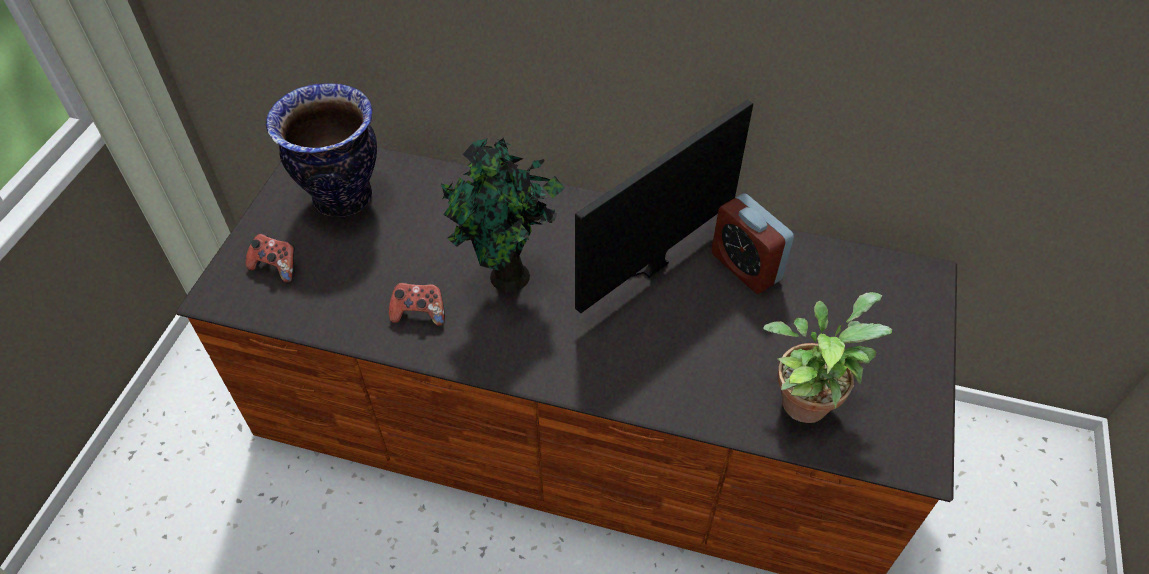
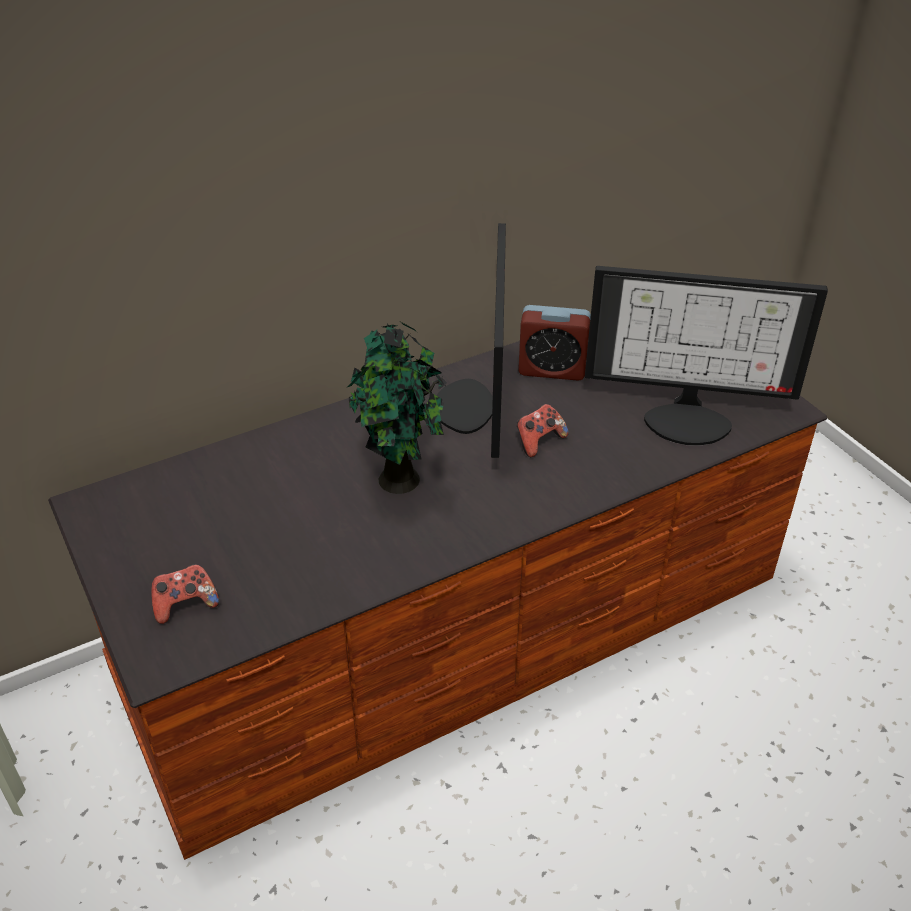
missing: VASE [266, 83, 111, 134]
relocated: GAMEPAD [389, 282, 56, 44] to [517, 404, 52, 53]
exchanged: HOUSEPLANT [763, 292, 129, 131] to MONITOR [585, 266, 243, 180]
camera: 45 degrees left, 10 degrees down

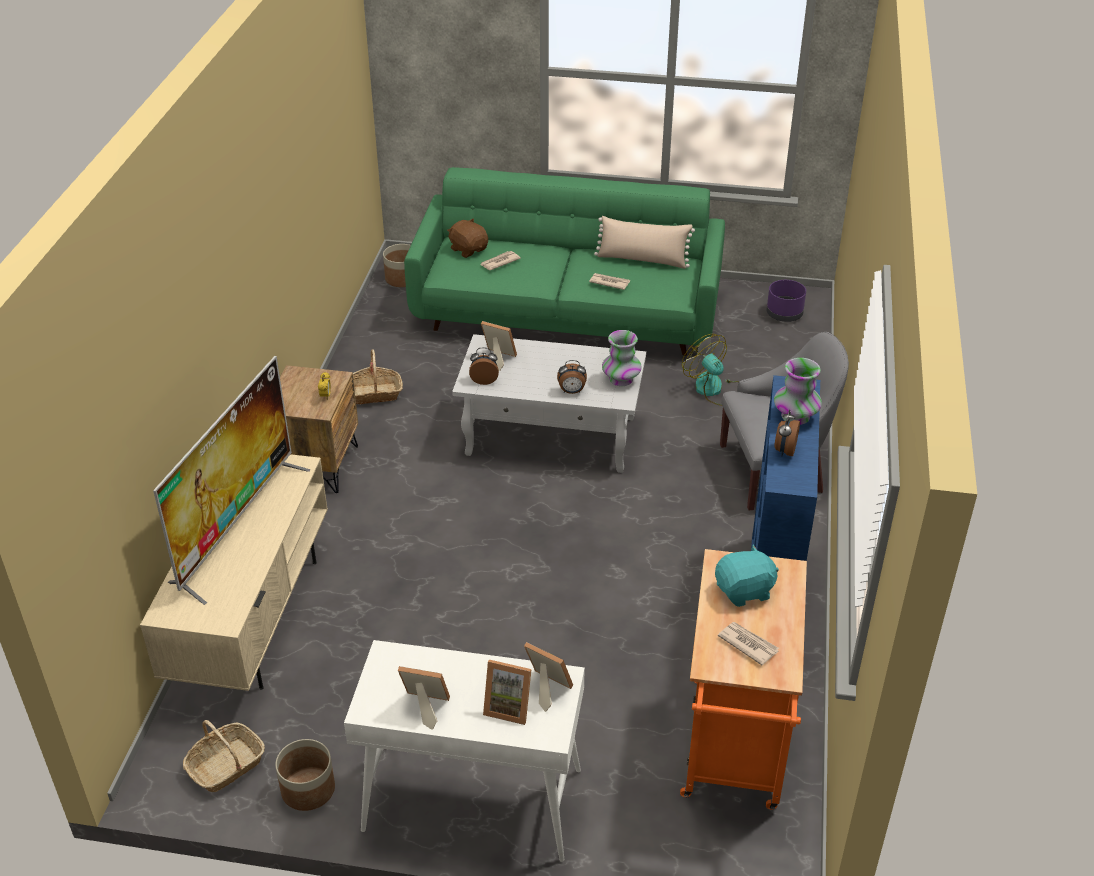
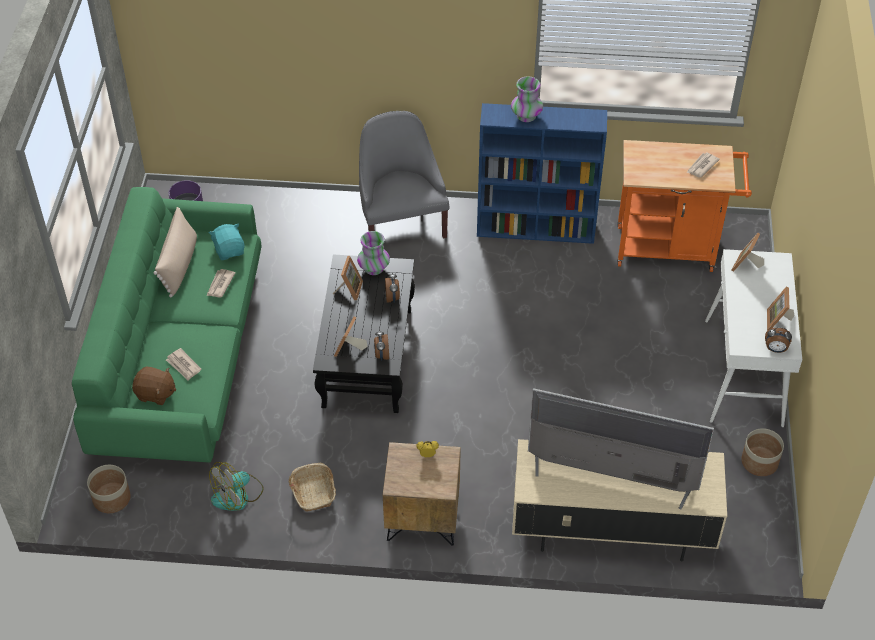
missing: HOUSEHOLD BASKET [183, 720, 82, 72]
relocated: PICTURE FRAME [483, 659, 48, 66] to [333, 256, 30, 44]; COOLING FAN [682, 334, 57, 72] to [209, 462, 55, 49]; TURQUOISE-COLOURED SOFT TOY [715, 544, 64, 63] to [209, 223, 35, 37]; BEDSIDE CLOCK [774, 410, 26, 47] to [765, 327, 27, 26]
colour: WHITE-COLOURED COFFEE TABLE [452, 334, 194, 139] to BLACK-COLOURED COFFEE TABLE [313, 254, 102, 159]
spun: BROWNISH SOFT TOY [447, 218, 41, 40] = [132, 367, 44, 38] 120 degrees counterclockwise
camera: 95 degrees left, 10 degrees up

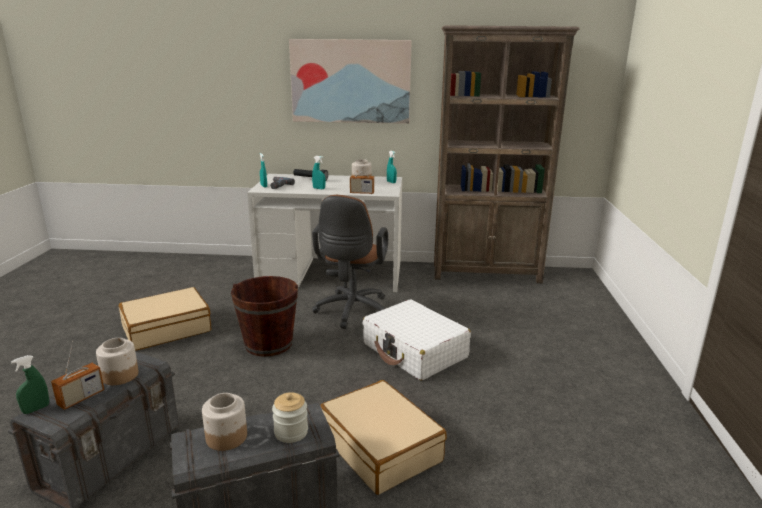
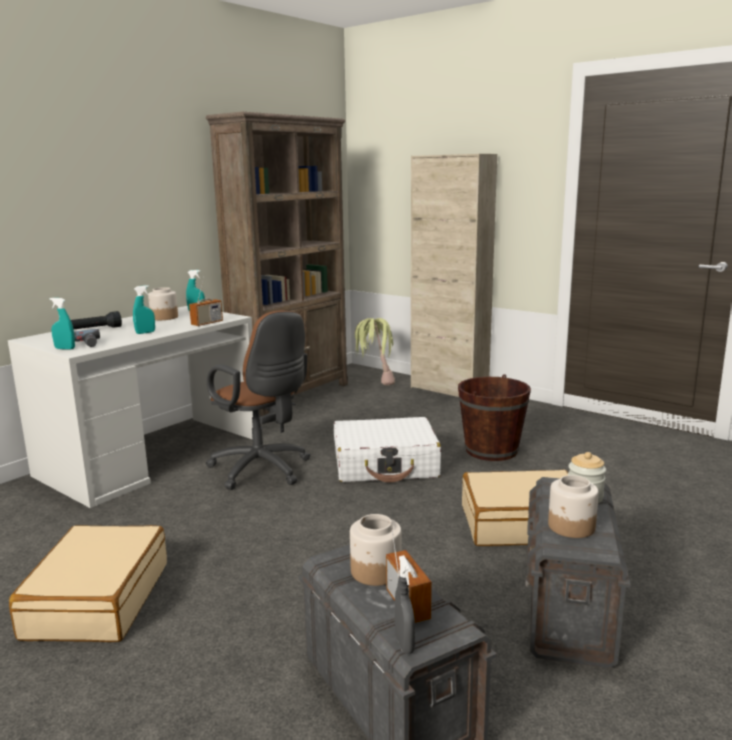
missing: PICTURE [289, 39, 123, 85]
appeared: HOUSEPLANT [355, 318, 41, 68]; BEIGE-COLOURED CABINET [411, 154, 86, 243]
relocated: BROWNISH PAIL [231, 276, 67, 81] to [458, 374, 73, 87]
colour: GREEN HAND SPRAYER [11, 355, 38, 59] to GRAY HAND SPRAYER [395, 555, 20, 99]
camera: 55 degrees left, 5 degrees down

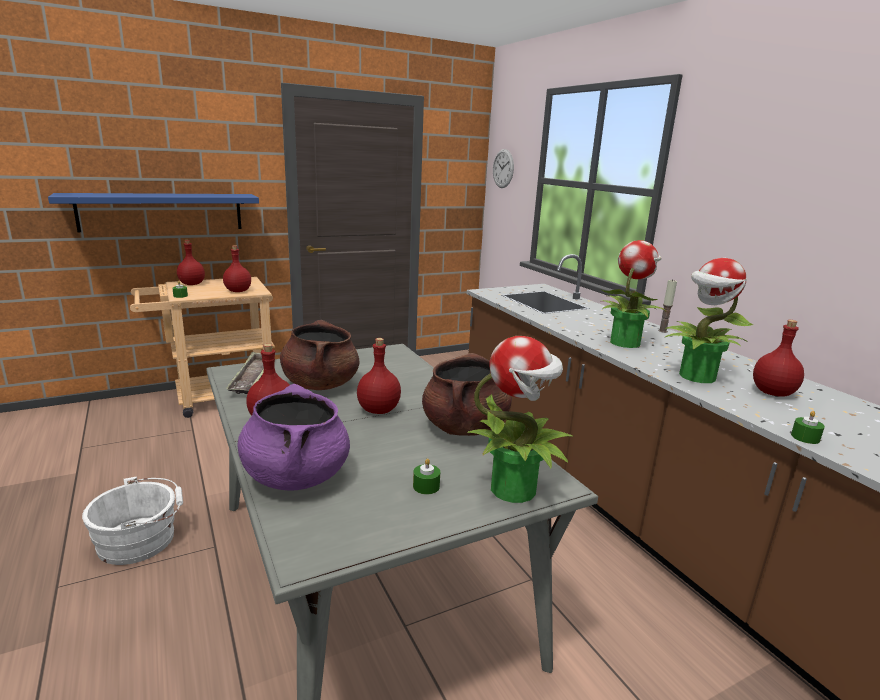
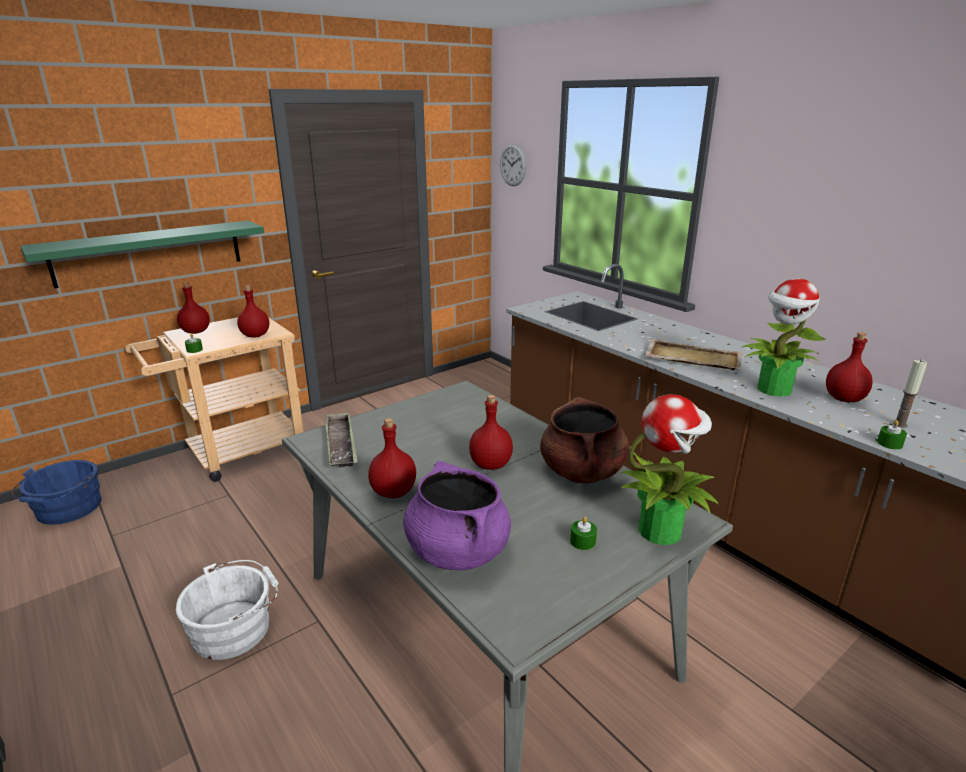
missing: BROWNISH STOCKPOT [280, 320, 79, 70]
appeared: BLUE PAIL [11, 460, 90, 65]
relocated: WAX CANDLE [658, 279, 19, 54] to [893, 359, 34, 69]
exchanged: HOUSEPLANT [602, 240, 64, 108] to BEIGE-COLOURED SERVING TRAY [644, 338, 98, 32]
colour: BLUE WALL SHELF [48, 193, 211, 39] to GREEN WALL SHELF [20, 220, 244, 69]
camera: 10 degrees left, 5 degrees up

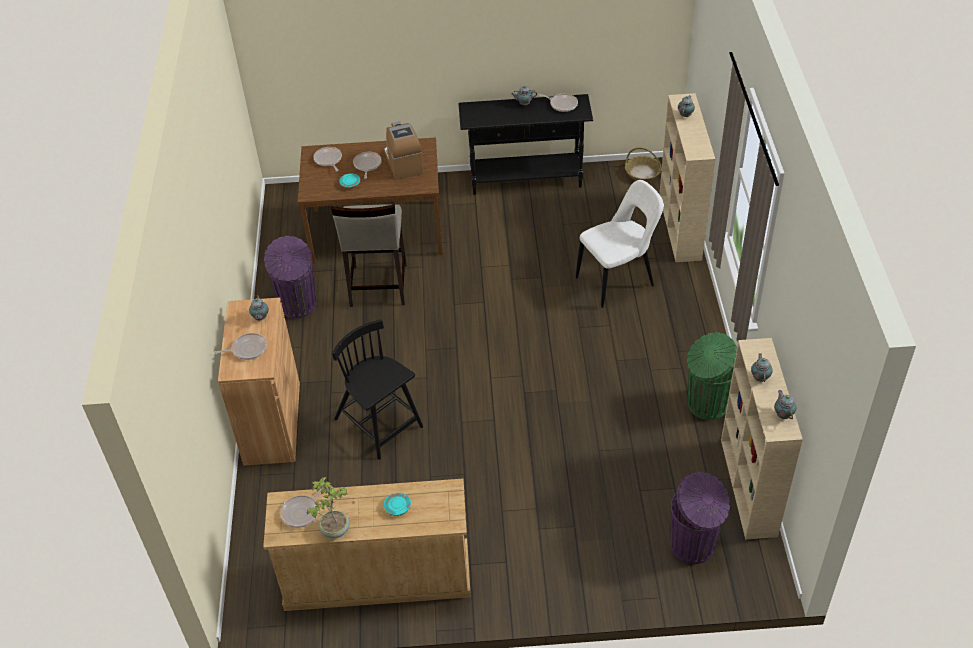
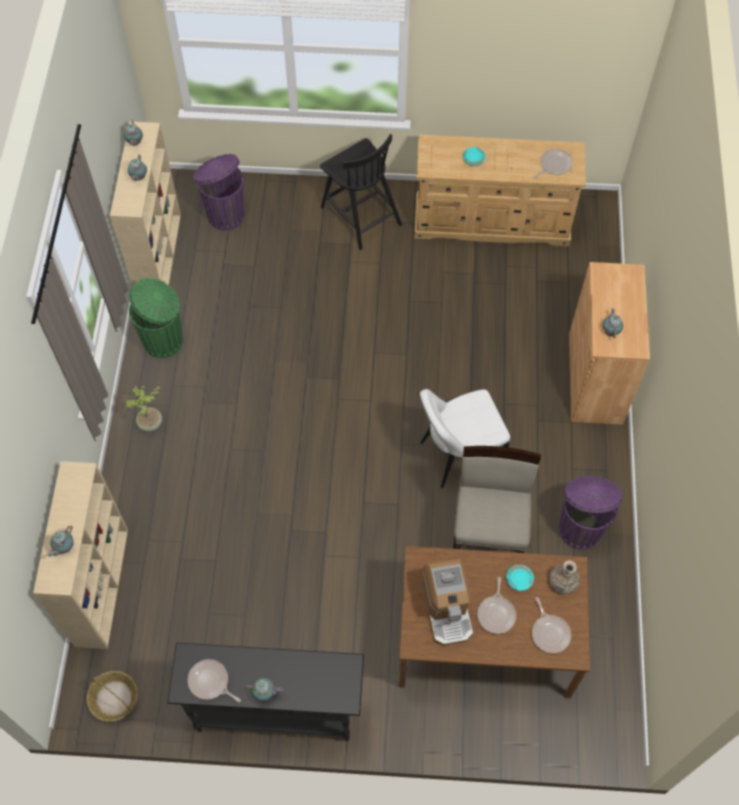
missing: FRYING PAN [214, 333, 53, 27]
appeared: VASE [549, 561, 31, 33]
relocated: HOUSEPLANT [307, 477, 43, 61] to [126, 386, 36, 46]; BLACK-COLOURED UPRIGHT CHAIR [332, 319, 91, 141] to [320, 134, 82, 116]; WHITE-COLOURED UPRIGHT CHAIR [576, 180, 88, 128] to [420, 389, 90, 99]
camera: 175 degrees left, 15 degrees up

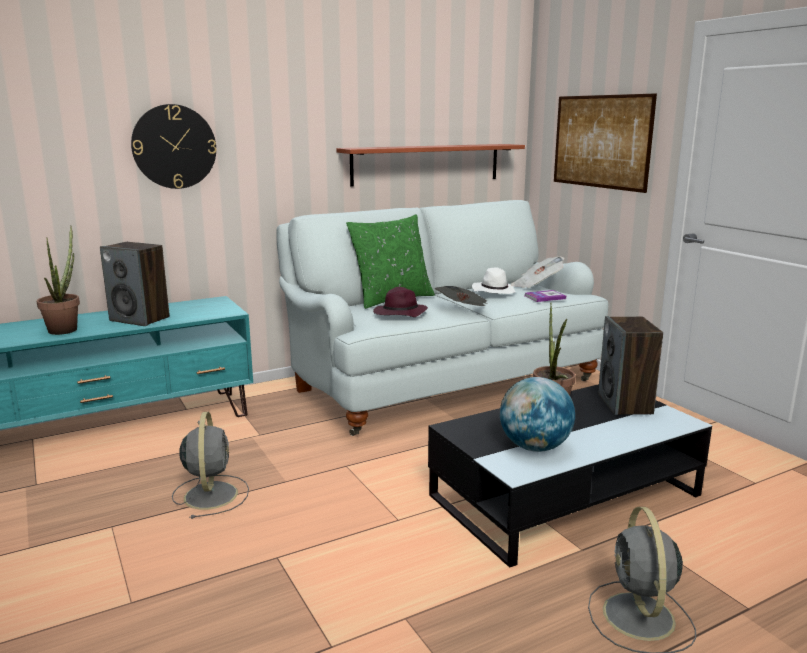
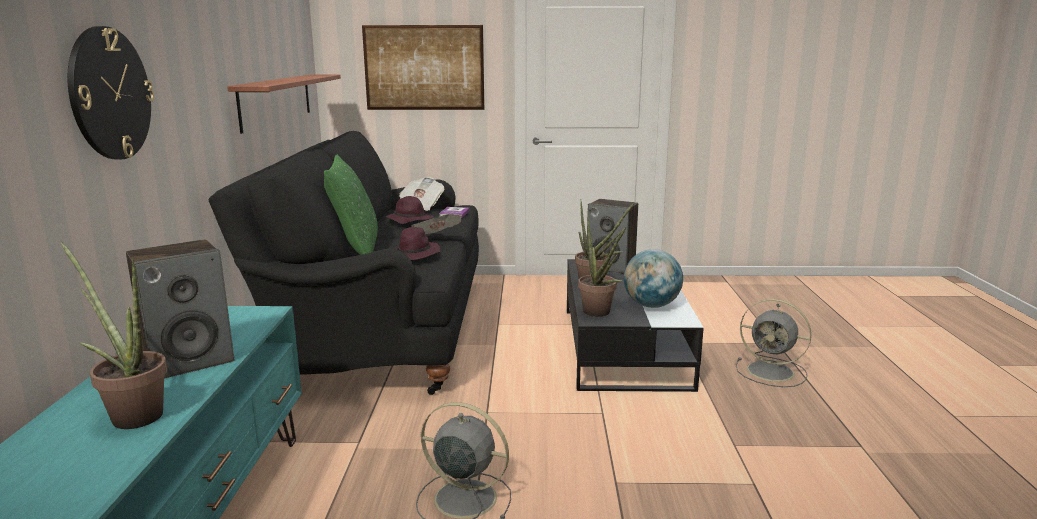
appeared: HOUSEPLANT [578, 216, 49, 101]
colour: WHITE-COLOURED SOFA [276, 200, 332, 236] to BLACK-COLOURED SOFA [208, 131, 271, 264]; WHITE-COLOURED HAT [472, 267, 43, 27] to PURPLISH HAT [386, 196, 48, 28]
camera: 60 degrees left, 0 degrees up

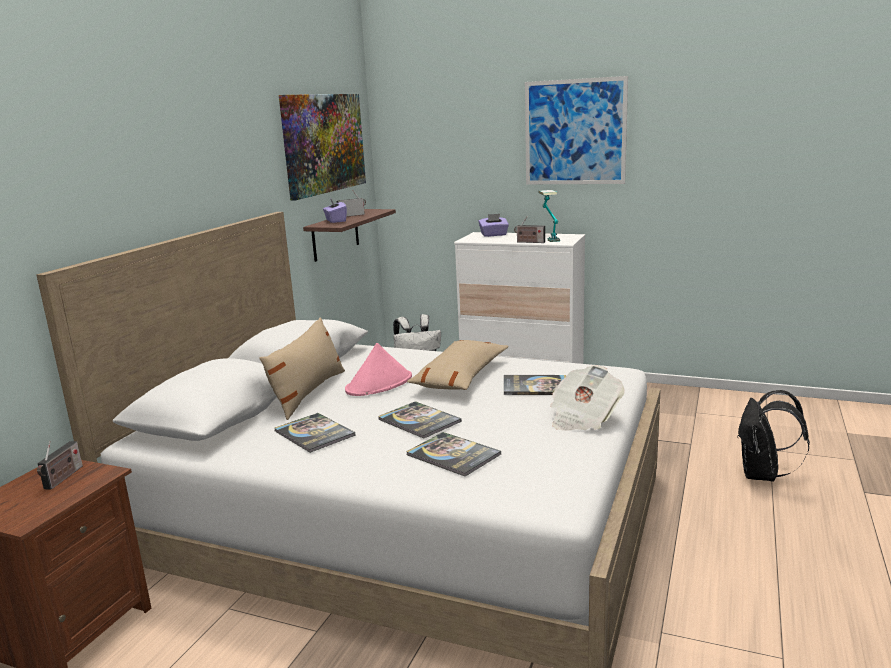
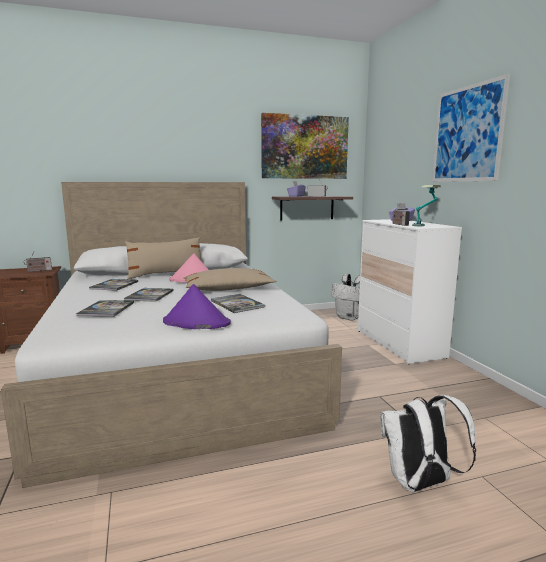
exchanged: PRINTED PAPER [550, 365, 74, 66] to PURPLISH HAT [163, 284, 68, 45]
colour: BLACK-COLOURED RUCKSACK [737, 390, 73, 92] to WHITE-COLOURED RUCKSACK [380, 395, 96, 97]
camera: 50 degrees right, 5 degrees down

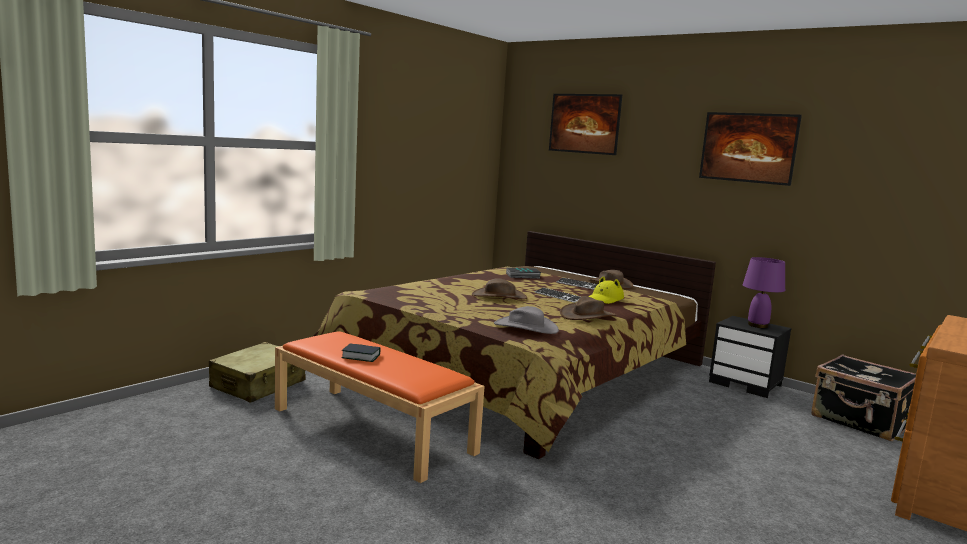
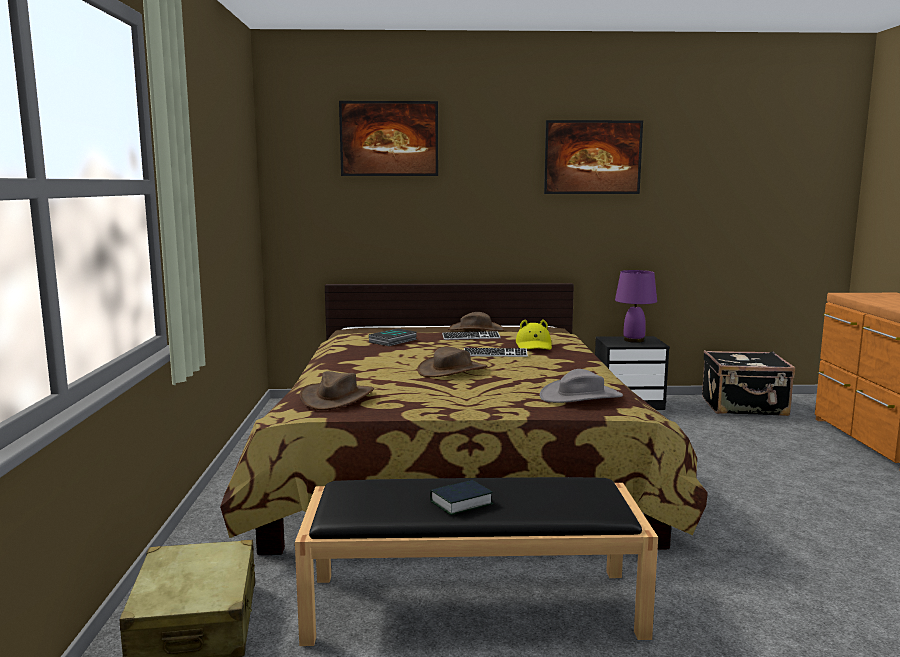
relocated: BROWNISH HAT [560, 296, 56, 24] to [300, 371, 74, 39]
colour: ORANGE LONG SEAT [275, 331, 209, 152] to BLACK-COLOURED LONG SEAT [294, 477, 364, 169]
camera: 40 degrees left, 0 degrees up

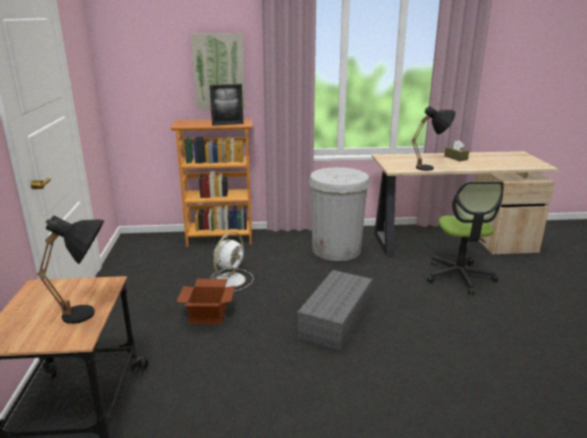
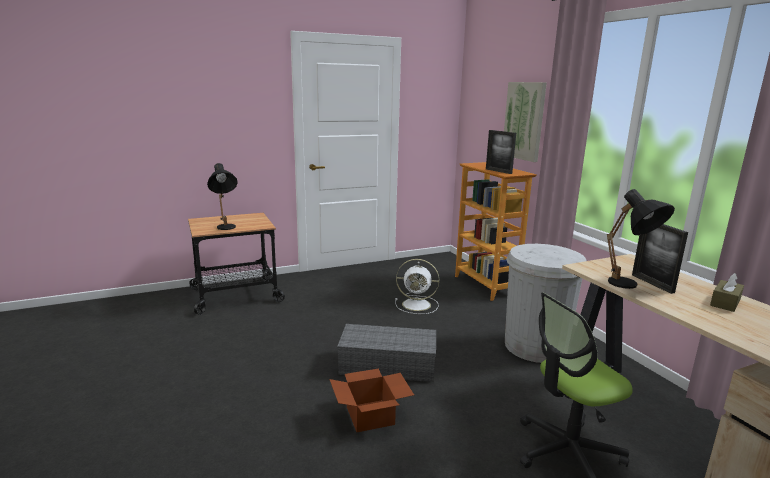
appeared: PICTURE FRAME [632, 224, 56, 70]
relocated: CARTON [176, 279, 59, 45] to [329, 368, 85, 64]
camera: 70 degrees right, 5 degrees down

